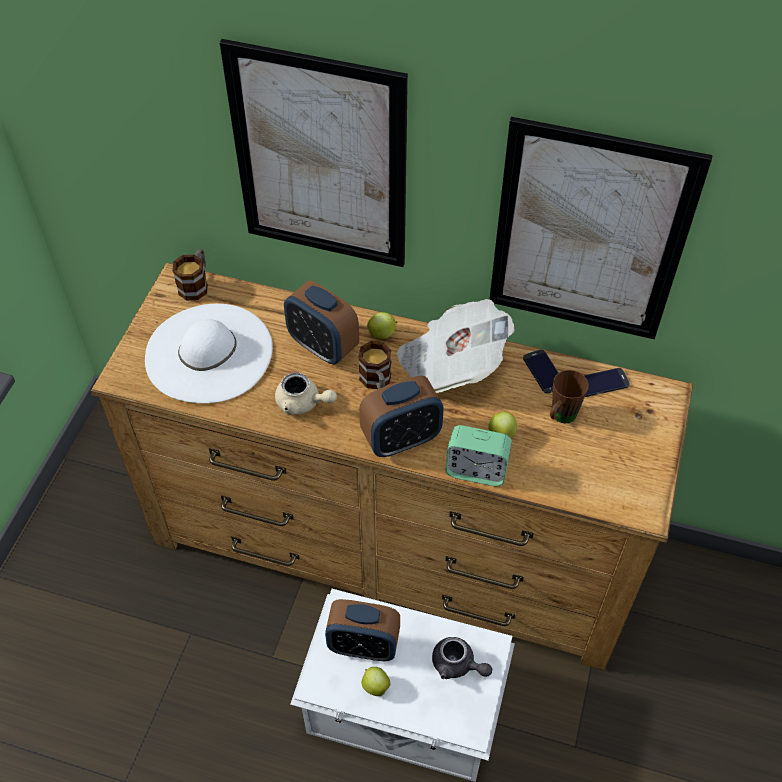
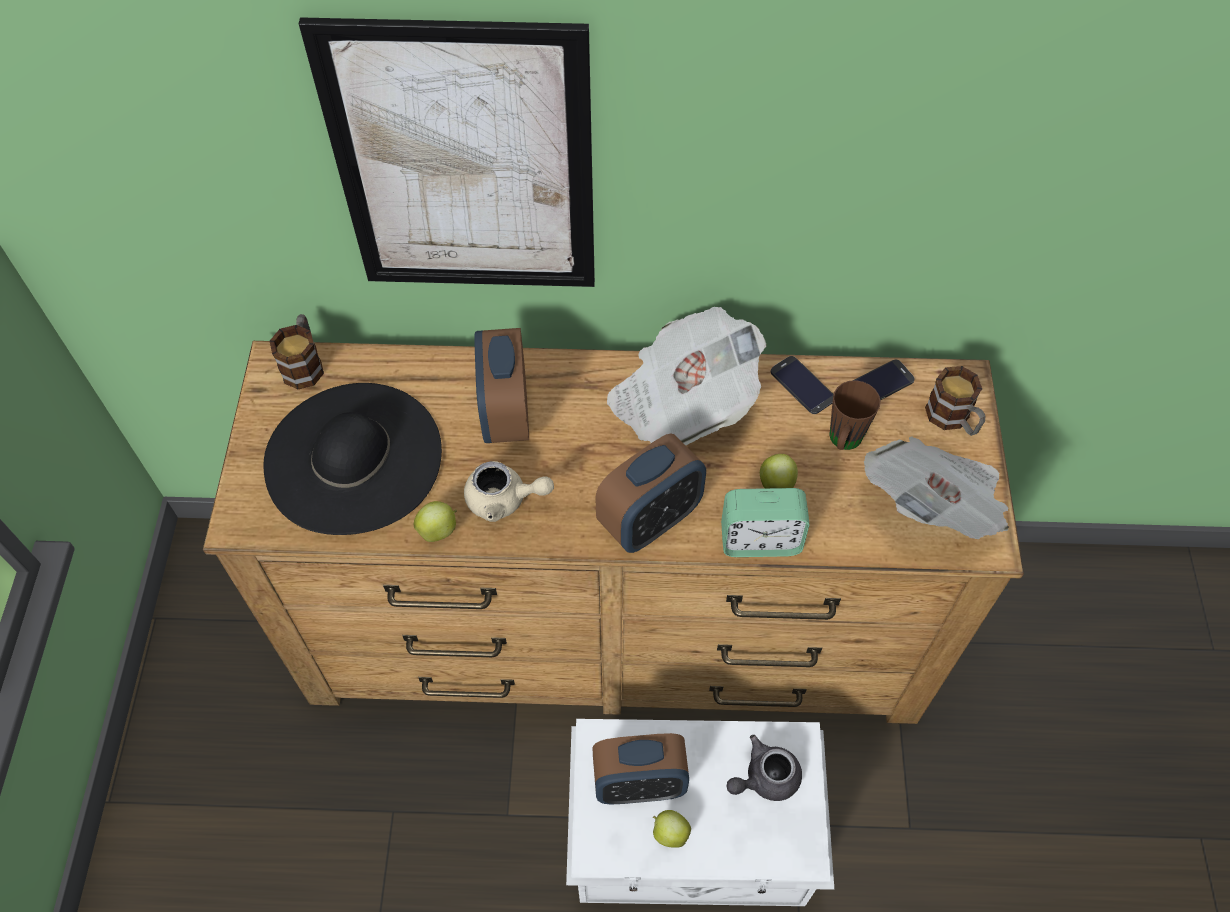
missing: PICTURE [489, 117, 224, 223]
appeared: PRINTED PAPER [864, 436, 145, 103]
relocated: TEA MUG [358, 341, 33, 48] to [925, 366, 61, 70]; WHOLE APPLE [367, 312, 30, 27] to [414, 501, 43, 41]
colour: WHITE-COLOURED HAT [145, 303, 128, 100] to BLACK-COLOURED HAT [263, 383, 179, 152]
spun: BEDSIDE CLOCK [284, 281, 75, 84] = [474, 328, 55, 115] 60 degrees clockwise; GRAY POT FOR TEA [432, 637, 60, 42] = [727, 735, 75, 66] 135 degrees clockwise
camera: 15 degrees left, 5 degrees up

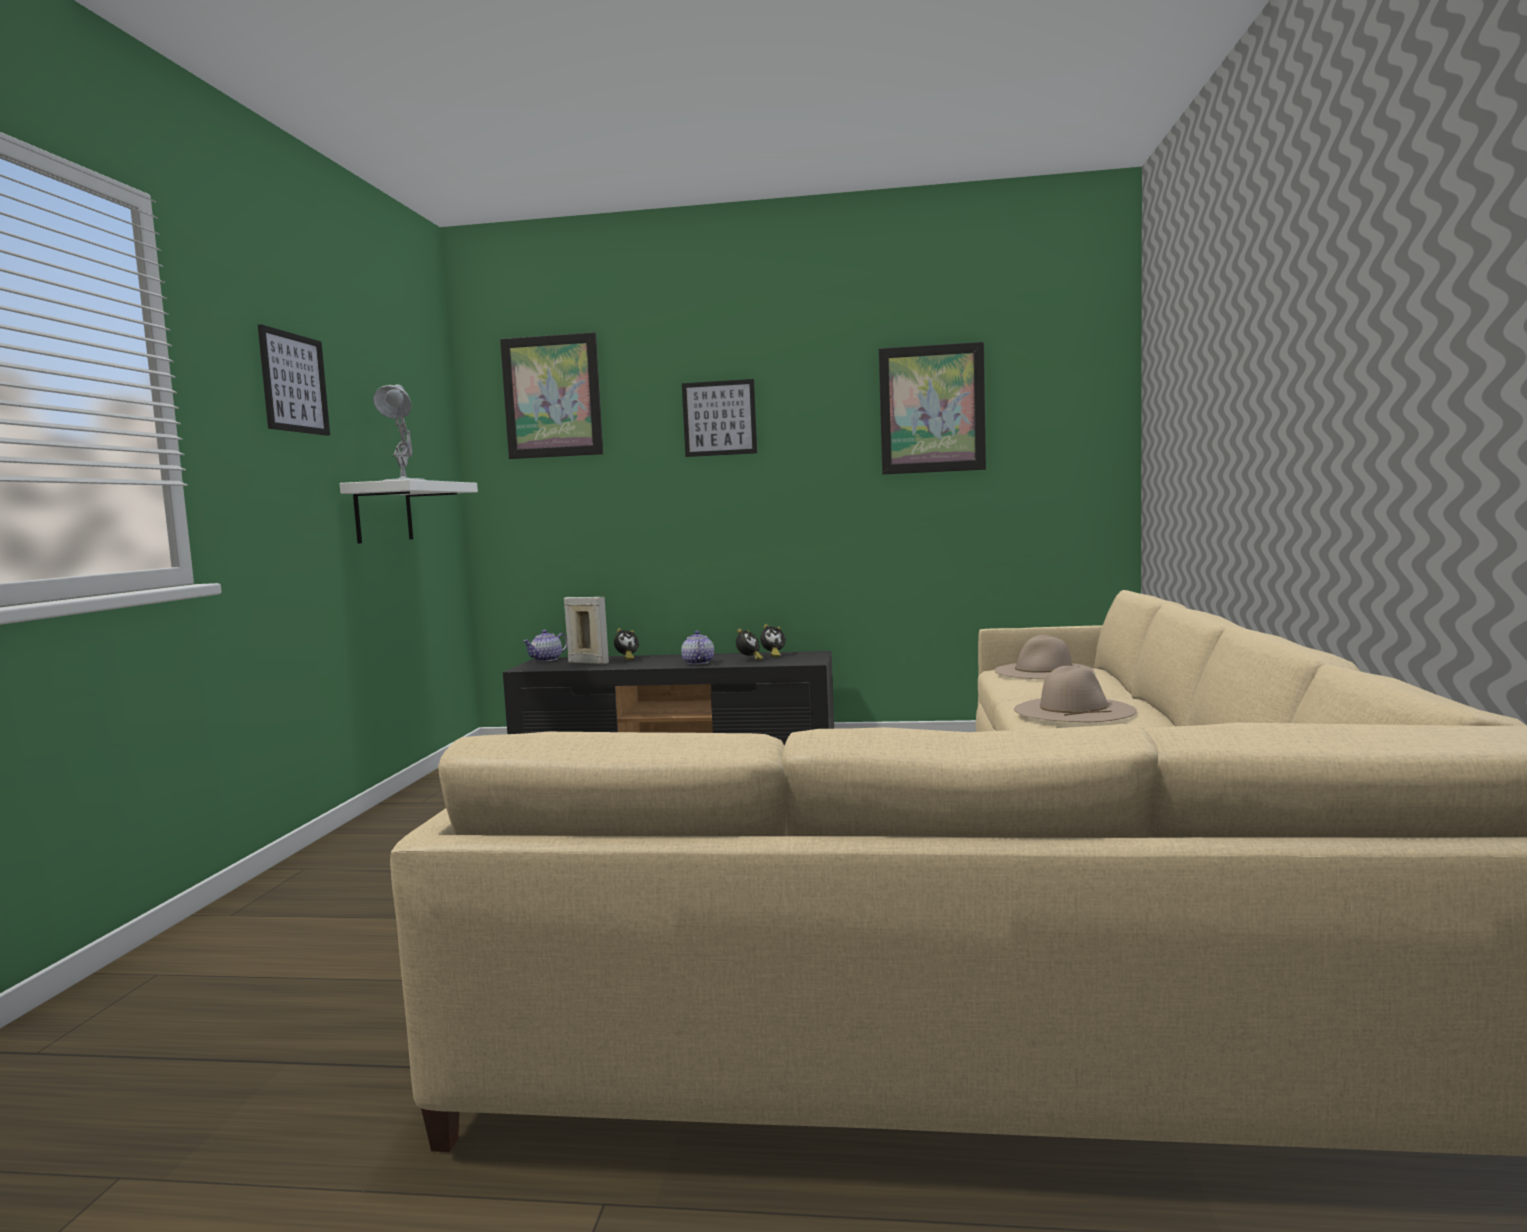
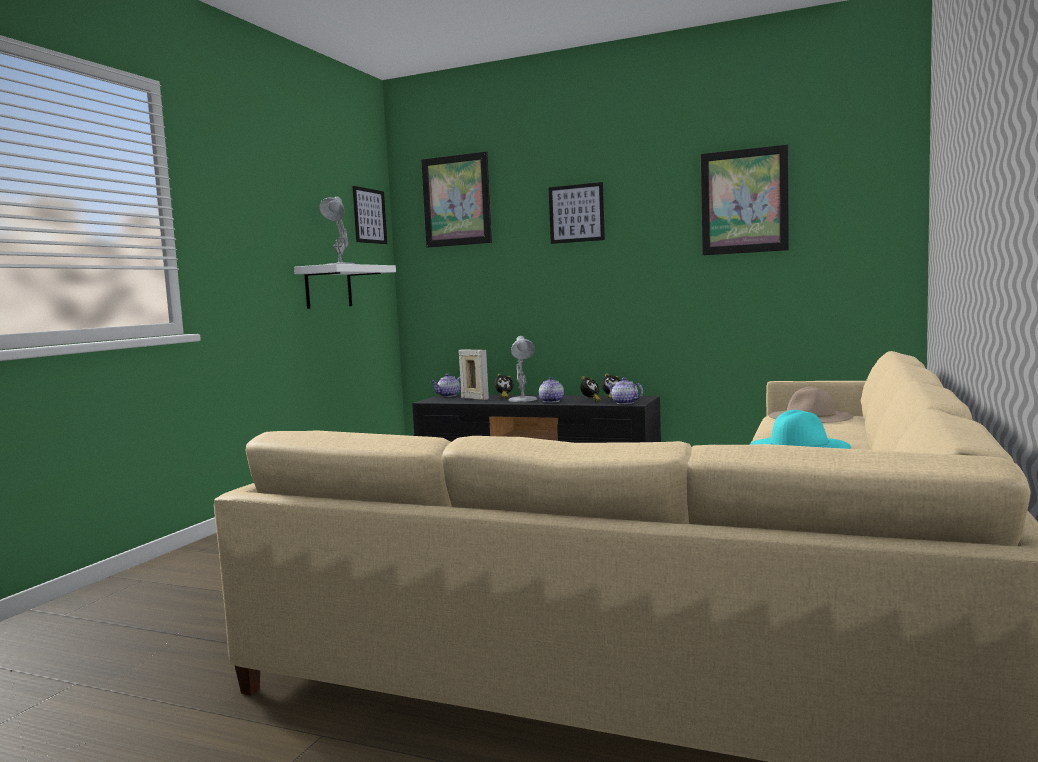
appeared: WHITE-COLOURED TABLETOP LAMP [508, 336, 29, 66]; POT FOR TEA [607, 377, 36, 27]
relocated: PICTURE [258, 324, 72, 112] to [352, 186, 35, 58]
colour: BEIGE-COLOURED HAT [1014, 666, 123, 56] to TURQUOISE-COLOURED HAT [750, 410, 101, 39]
camera: 15 degrees right, 0 degrees up

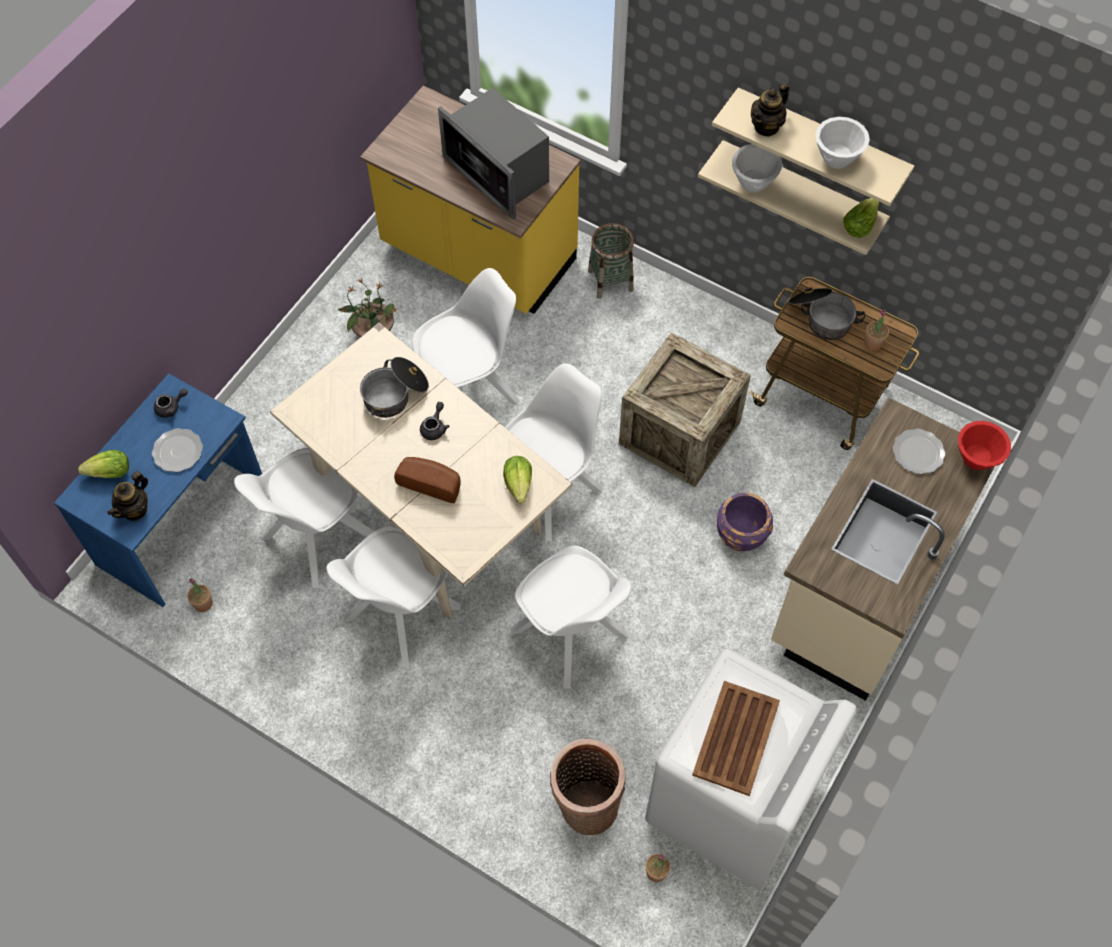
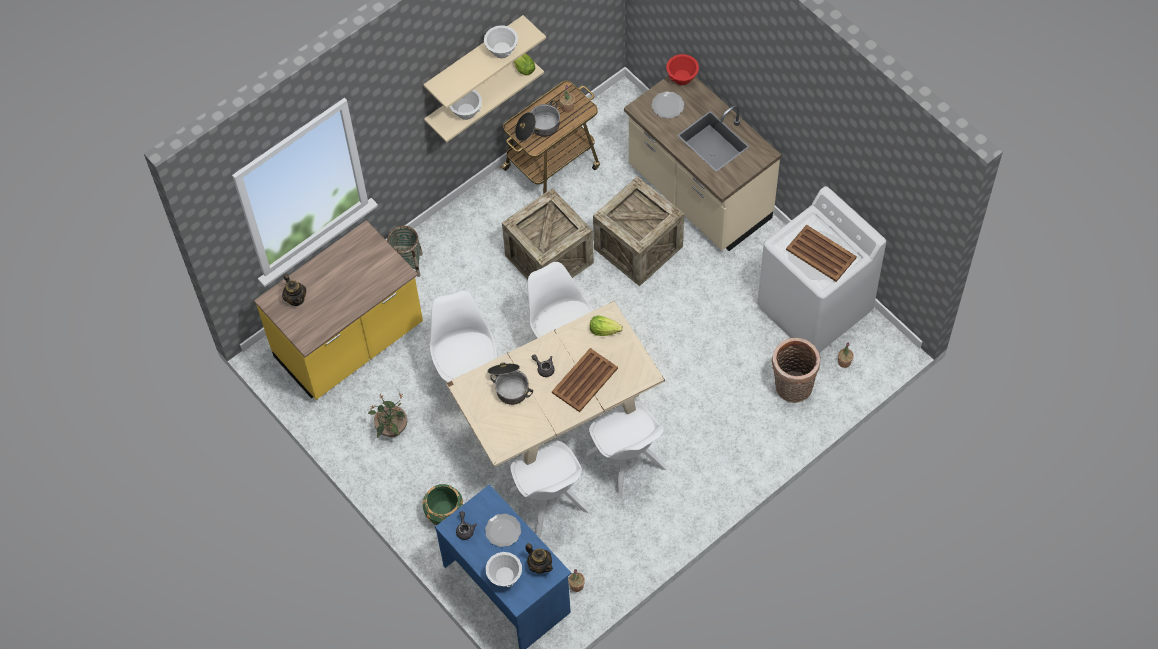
missing: KITCHEN MICROWAVE [438, 88, 111, 132]; WHITE-COLOURED UPRIGHT CHAIR [511, 546, 120, 143]
appeared: GREEN PLANT POT [423, 484, 40, 41]
relocated: POT FOR TEA [751, 83, 38, 54] to [282, 274, 24, 32]
exchanged: LETTUCE [78, 450, 51, 28] to WHITE-COLOURED DEEP DISH [486, 552, 36, 35]; BAKERY BREAD [394, 457, 66, 46] to BROWNISH SERVING TRAY [552, 348, 66, 64]; PURPLISH PLANT POT [717, 493, 56, 58] to SHIPPING CRATE [593, 176, 91, 110]
camera: 70 degrees left, 0 degrees up

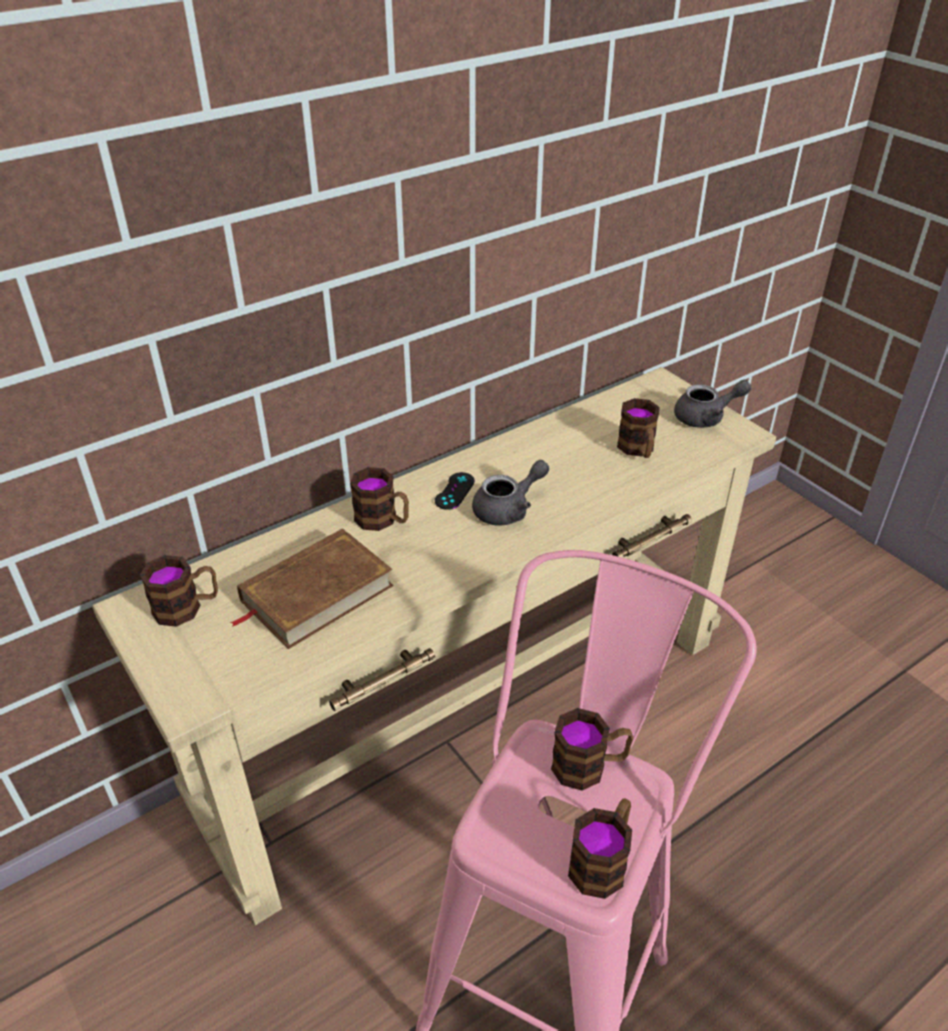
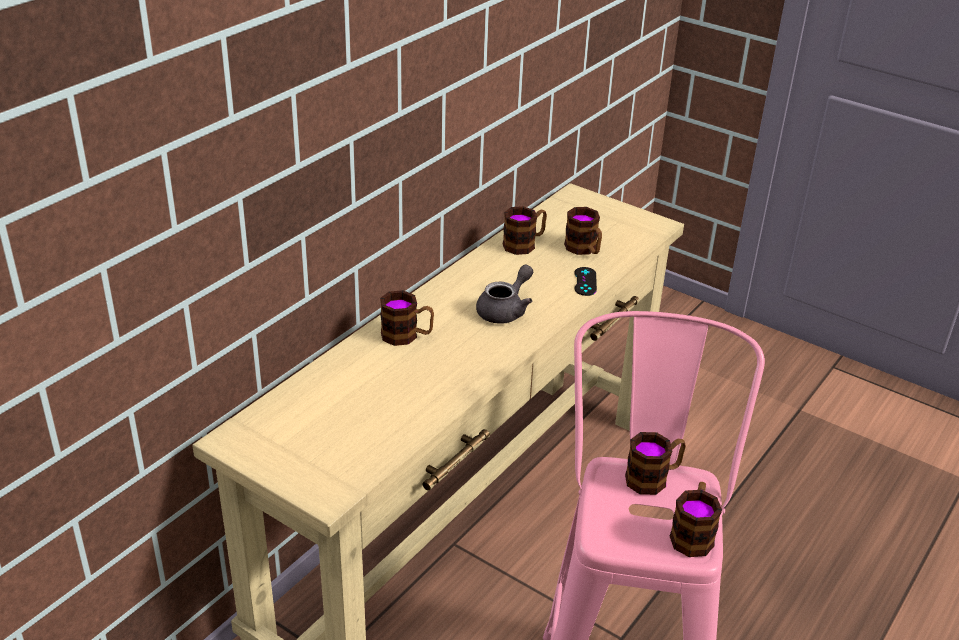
missing: BROWNISH BOOK [230, 528, 163, 121]; GRAY POT FOR TEA [674, 380, 78, 48]
relocated: TEA MUG [139, 555, 79, 72] to [503, 206, 44, 49]; BLACK-COLOURED GAMEPAD [435, 472, 40, 38] to [574, 267, 23, 29]
camera: 20 degrees left, 5 degrees down

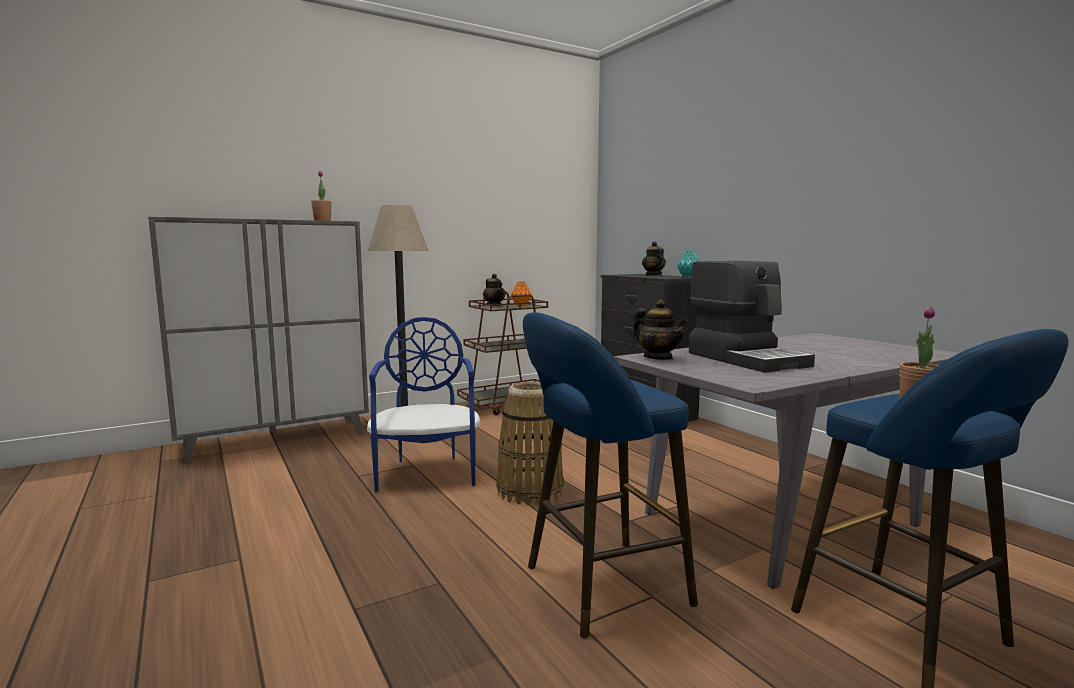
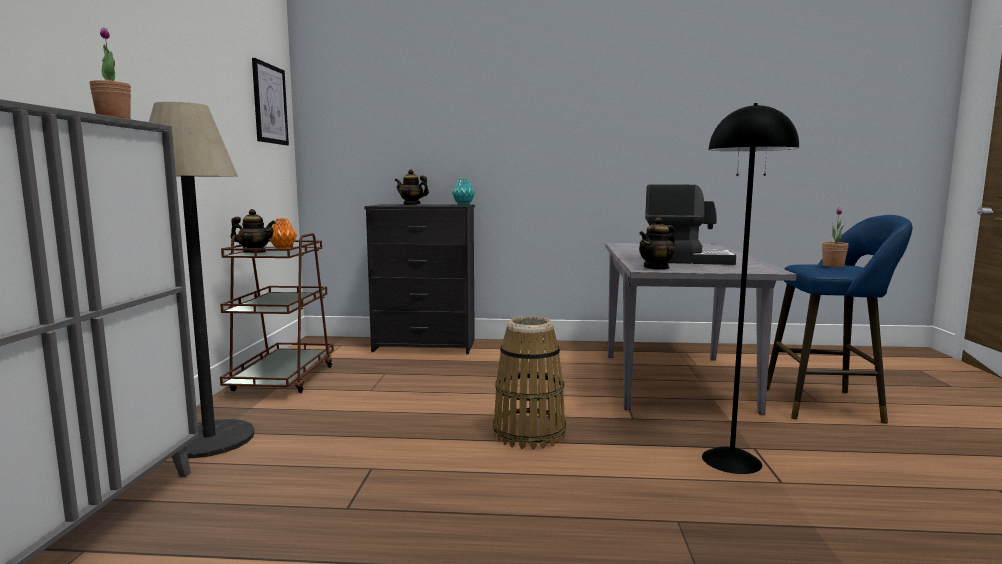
missing: BLUE UPRIGHT CHAIR [367, 317, 113, 175]
appeared: PICTURE [252, 58, 37, 87]
exchanged: BLUE SITTING STOOL [523, 312, 175, 326] to BLACK-COLOURED STANDING LAMP [702, 103, 97, 371]
spun: POT FOR TEA [632, 300, 56, 60] = [639, 217, 36, 53] 150 degrees clockwise
camera: 55 degrees left, 0 degrees up

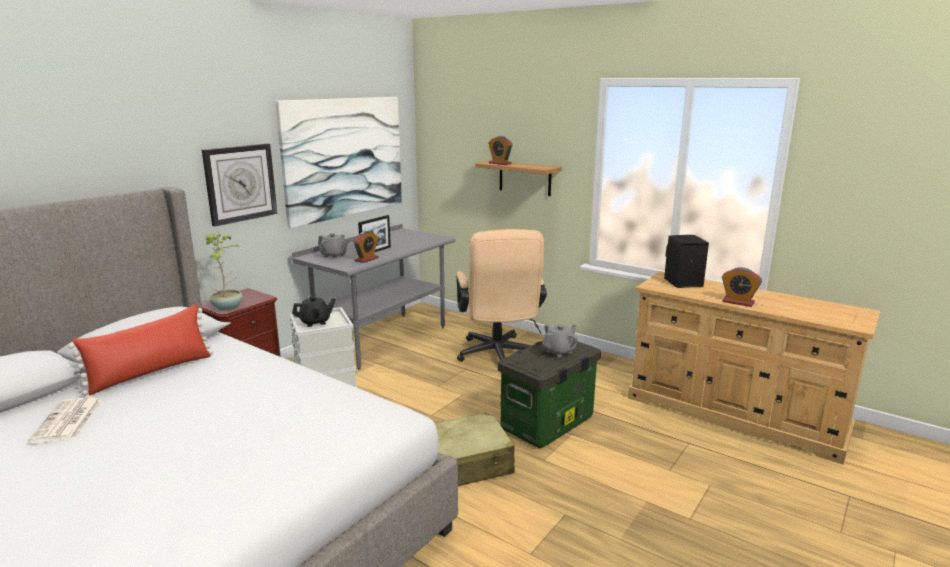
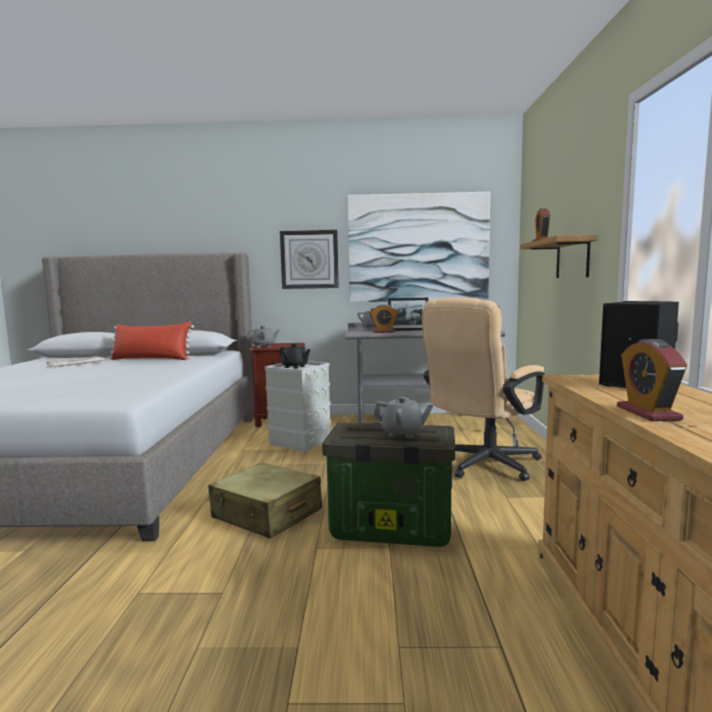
exchanged: HOUSEPLANT [206, 232, 37, 79] to GRAY POT FOR TEA [246, 326, 34, 22]
camera: 55 degrees right, 10 degrees down

